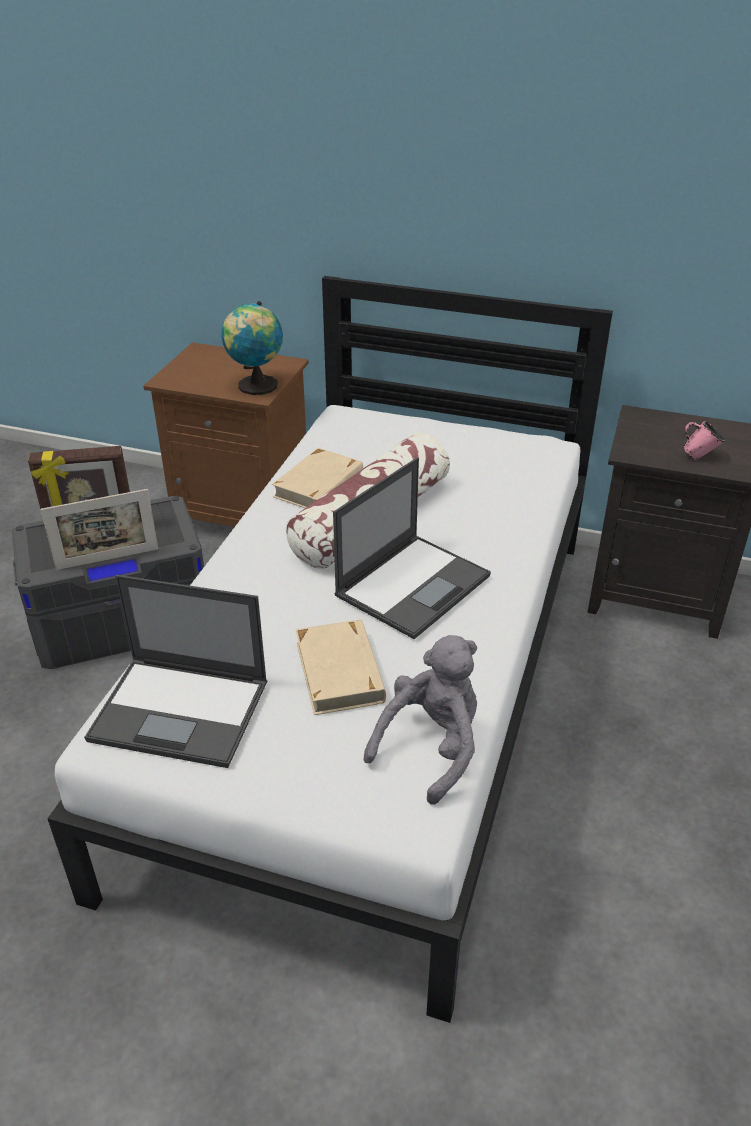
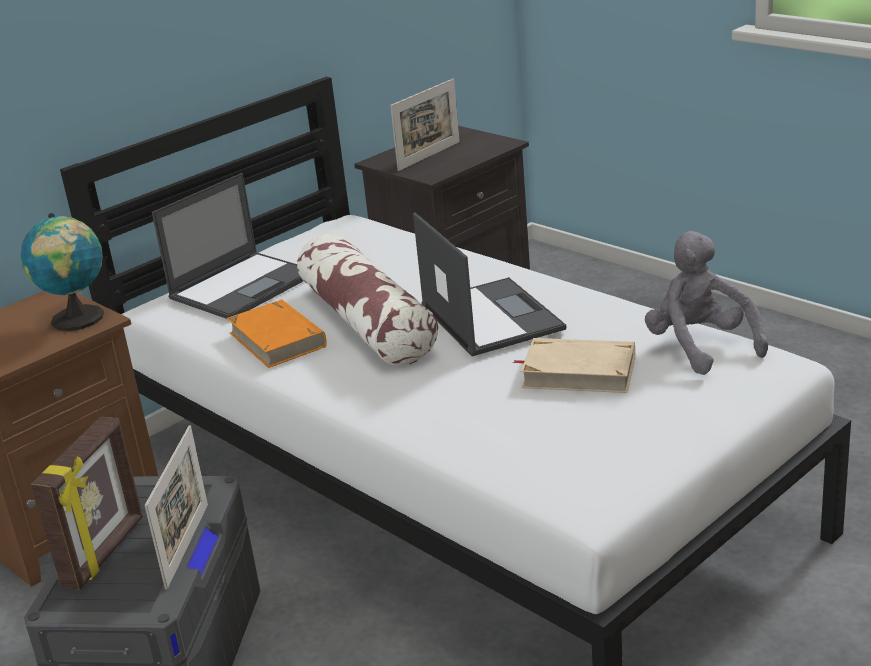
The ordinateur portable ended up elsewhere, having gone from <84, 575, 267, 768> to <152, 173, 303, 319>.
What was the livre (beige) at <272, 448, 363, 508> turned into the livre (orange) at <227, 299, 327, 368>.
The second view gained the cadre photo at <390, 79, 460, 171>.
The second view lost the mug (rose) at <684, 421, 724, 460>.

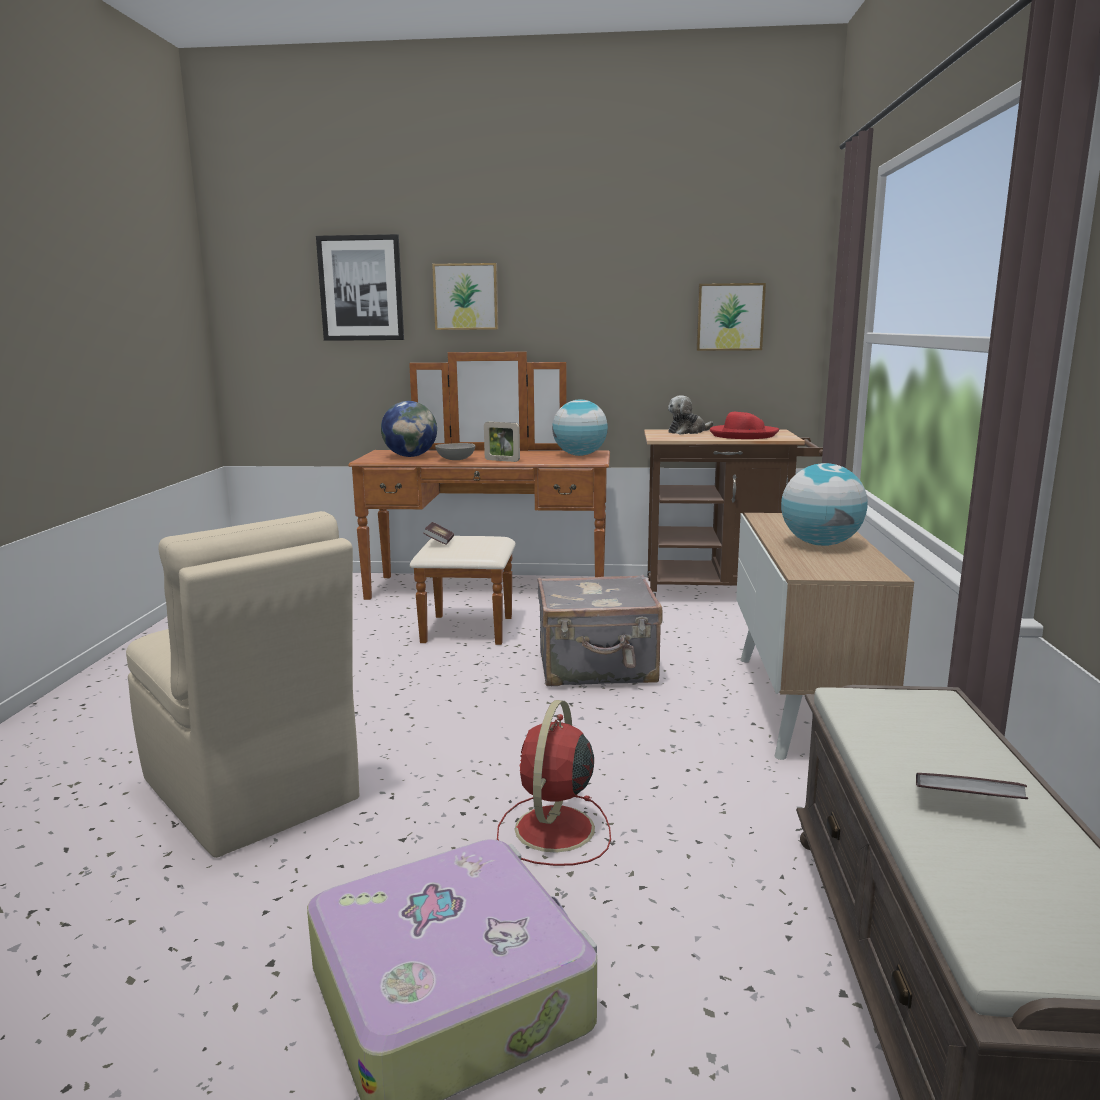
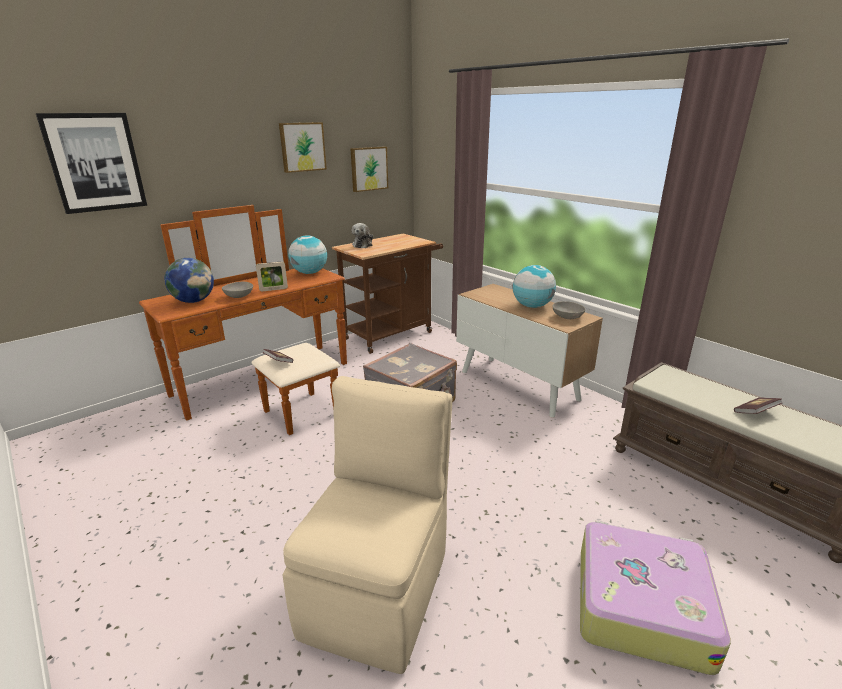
The tableau ended up elsewhere, having gone from <432, 263, 499, 330> to <279, 122, 327, 173>.
The chaise (beige) at <126, 511, 359, 858> ended up facing another way, 75 degrees counterclockwise from before.
The second view gained the bol (gris) at <552, 301, 585, 319>.
The second view lost the ventilateur (rouge) at <497, 700, 611, 866>.
The second view lost the chapeau (rouge) at <710, 412, 779, 439>.

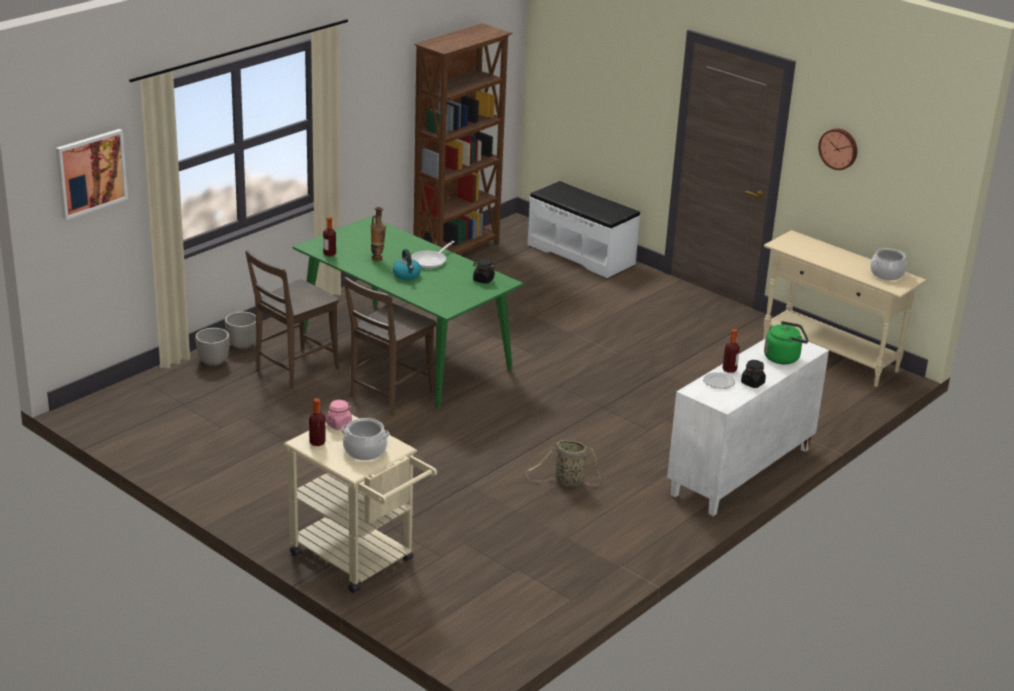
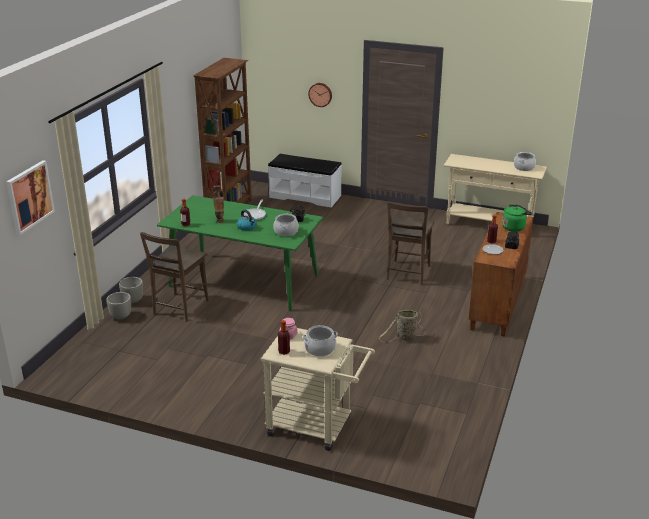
The second view gained the marmite at <273, 214, 299, 236>.
The horloge murale ended up elsewhere, having gone from <818, 128, 857, 170> to <308, 83, 332, 107>.
The chaise (marron) ended up elsewhere, having gone from <343, 277, 436, 416> to <387, 202, 434, 285>.
What was the meuble de rangement (blanc) at <667, 339, 829, 516> turned into the meuble de rangement (marron) at <469, 212, 534, 337>.

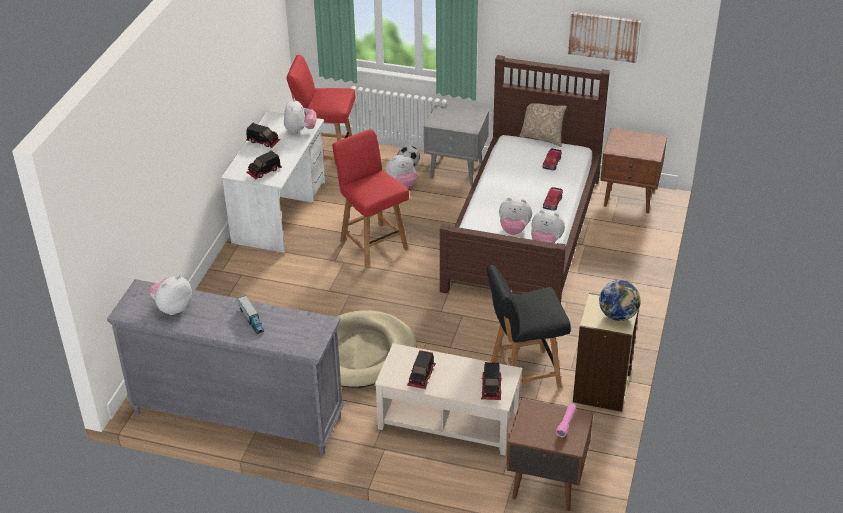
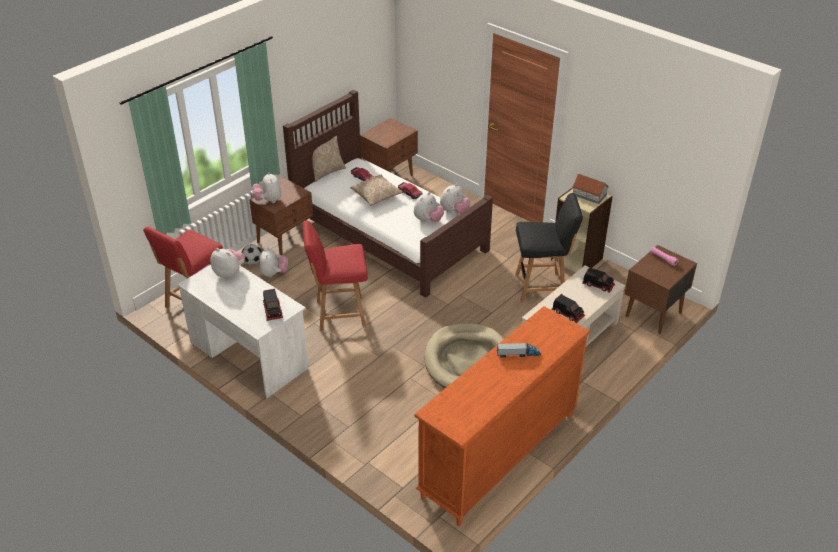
What was the table de chevet (gris) at <424, 103, 489, 185> turned into the table de chevet (marron) at <249, 177, 313, 256>.
The peluche ended up elsewhere, having gone from <149, 275, 192, 315> to <252, 172, 282, 203>.
The second view gained the coussin at <350, 175, 403, 206>.
What was the commode (gris) at <107, 279, 345, 455> turned into the commode (orange) at <414, 306, 590, 526>.
The chaise (noir) at <487, 265, 571, 388> ended up facing another way, 105 degrees counterclockwise from before.
Where the globe stood at <599, 280, 641, 321>, the maison miniature came to stand at <572, 174, 609, 204>.
The second view lost the camion jouet at <246, 123, 280, 148>.
The second view lost the tableau at <568, 12, 641, 63>.

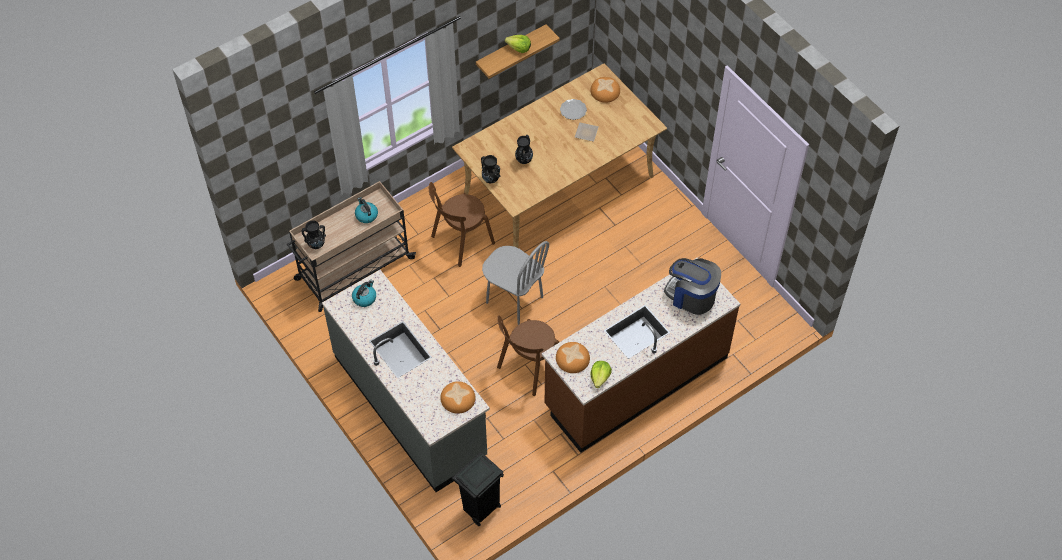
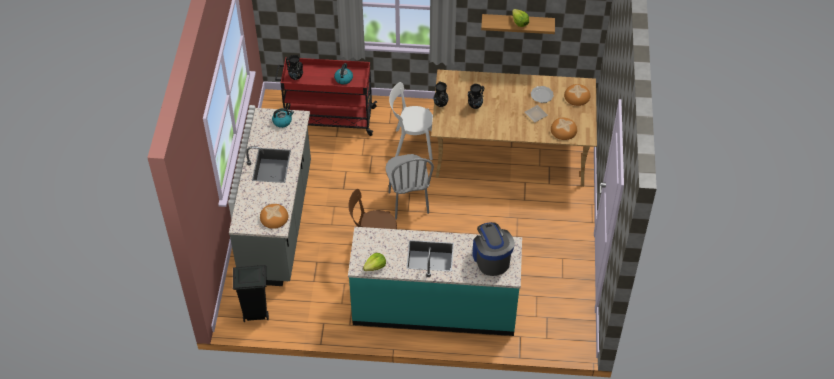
What was the chariot (beige) at <287, 181, 416, 312> turned into the chariot (rouge) at <275, 57, 377, 136>.
What was the comptoir de cuisine (marron) at <542, 258, 740, 453> turned into the comptoir de cuisine (turquoise) at <348, 227, 522, 336>.
What was the chaise (marron) at <429, 182, 495, 267> turned into the chaise (blanc) at <389, 82, 433, 160>.
The pain ended up elsewhere, having gone from <556, 342, 590, 373> to <551, 118, 577, 140>.

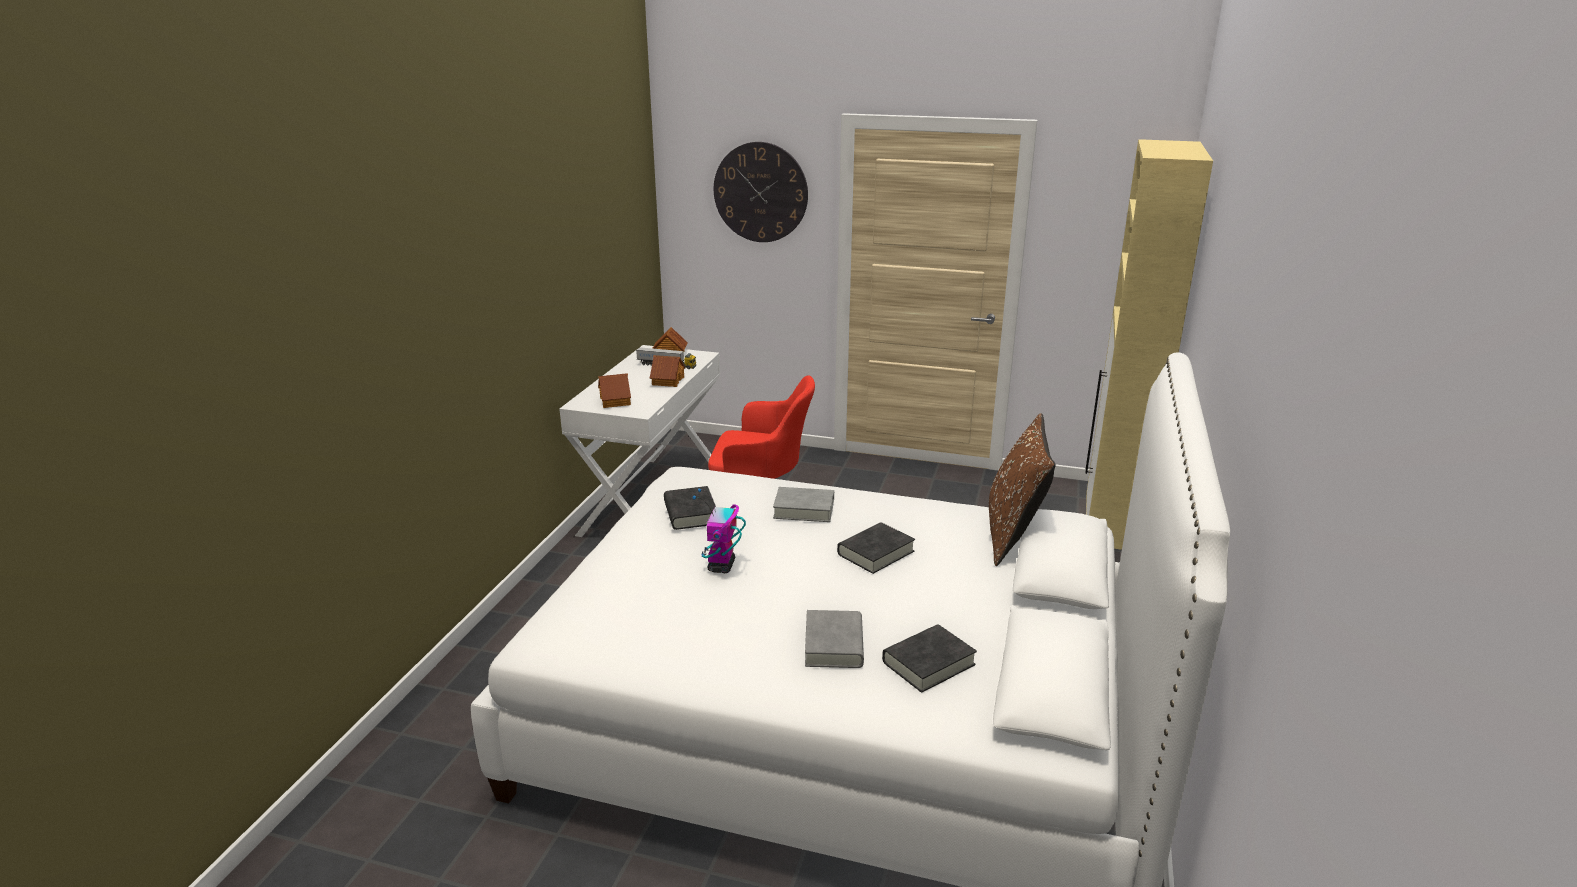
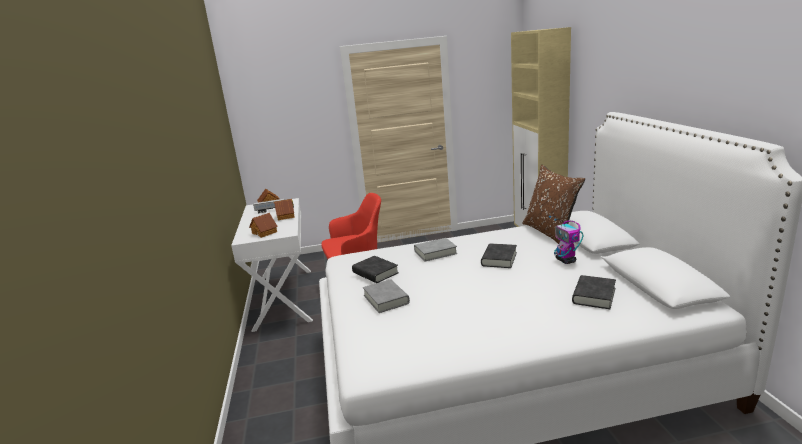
The livre (gris) ended up elsewhere, having gone from <805, 610, 864, 668> to <363, 279, 410, 313>.
The robot jouet ended up elsewhere, having gone from <692, 488, 746, 573> to <549, 216, 584, 264>.
The second view lost the horloge murale at <714, 142, 808, 242>.

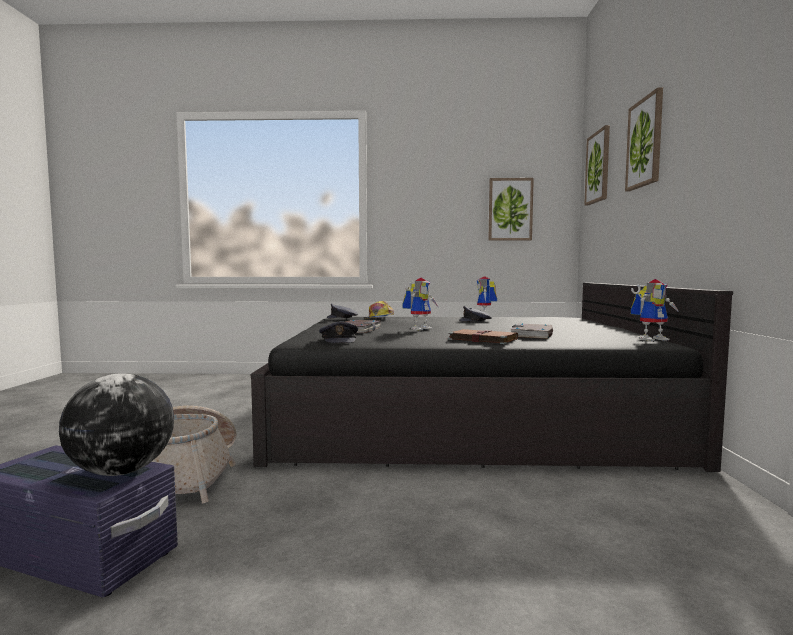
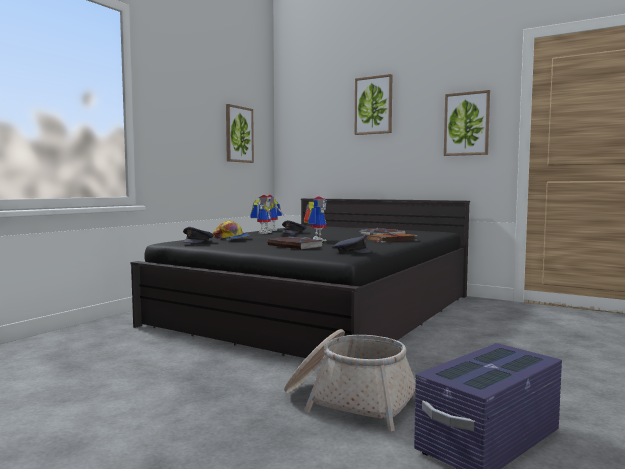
The robot jouet ended up elsewhere, having gone from <631, 279, 679, 341> to <250, 195, 272, 234>.
The tableau ended up elsewhere, having gone from <584, 125, 610, 206> to <444, 90, 490, 156>.
The second view lost the globe at <59, 373, 174, 476>.

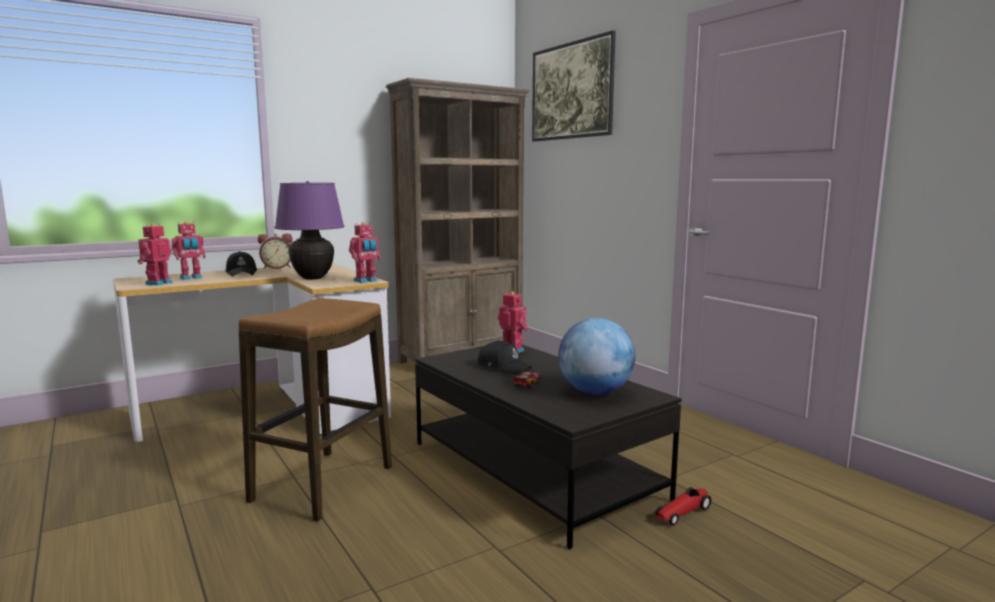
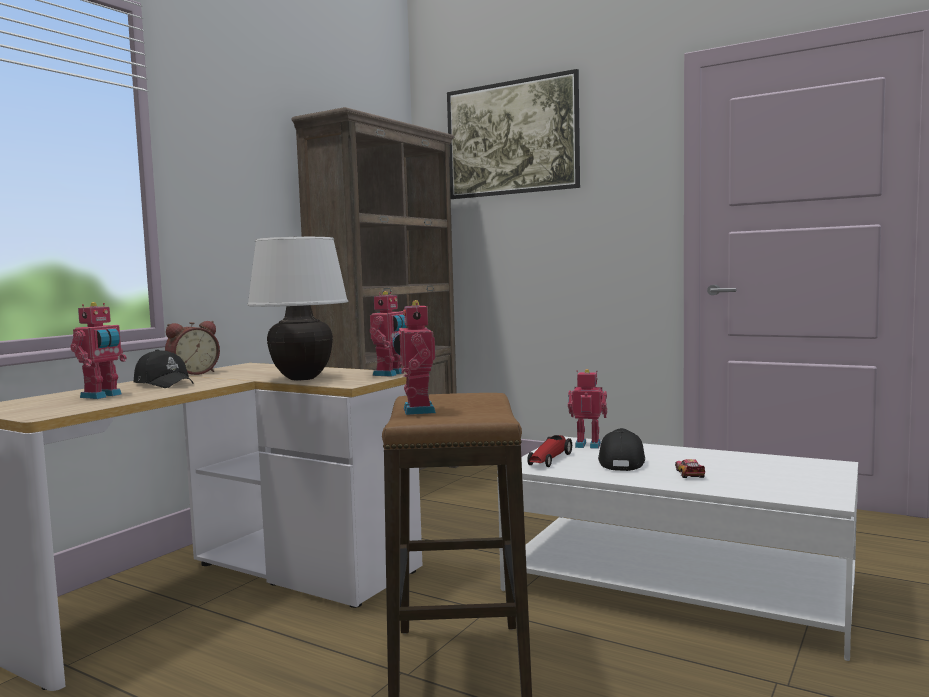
What was the lampe de table (violet) at <274, 181, 345, 280> turned into the lampe de table (blanc) at <247, 236, 348, 380>.
The robot jouet ended up elsewhere, having gone from <138, 223, 173, 285> to <392, 300, 436, 415>.
What was the table basse (noir) at <415, 345, 682, 549> turned into the table basse (blanc) at <497, 437, 858, 661>.
The petite voiture ended up elsewhere, having gone from <655, 487, 711, 526> to <527, 435, 572, 467>.
The casquette (noir) at <478, 340, 531, 374> ended up facing another way, 90 degrees counterclockwise from before.
The second view lost the globe at <558, 318, 635, 394>.

